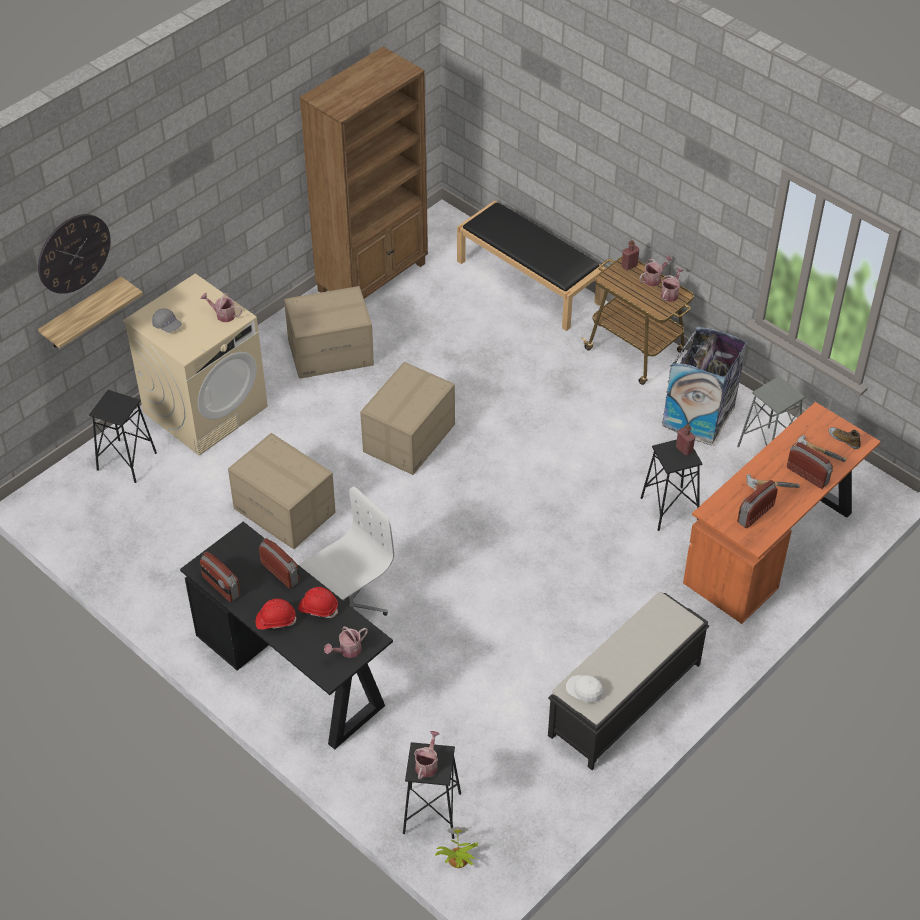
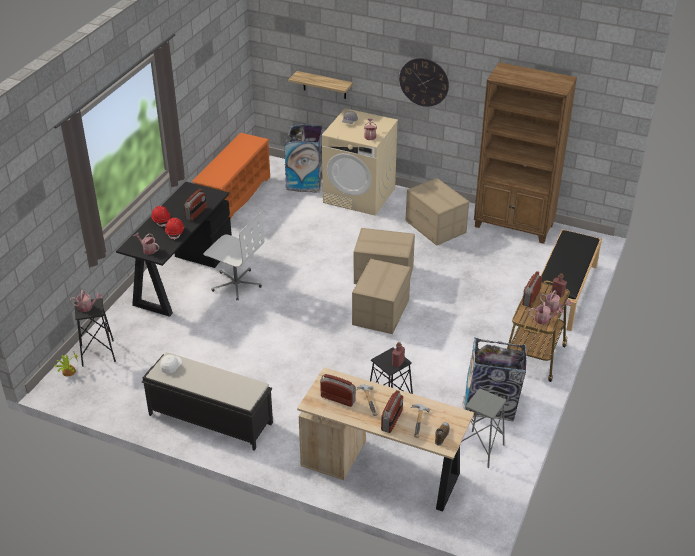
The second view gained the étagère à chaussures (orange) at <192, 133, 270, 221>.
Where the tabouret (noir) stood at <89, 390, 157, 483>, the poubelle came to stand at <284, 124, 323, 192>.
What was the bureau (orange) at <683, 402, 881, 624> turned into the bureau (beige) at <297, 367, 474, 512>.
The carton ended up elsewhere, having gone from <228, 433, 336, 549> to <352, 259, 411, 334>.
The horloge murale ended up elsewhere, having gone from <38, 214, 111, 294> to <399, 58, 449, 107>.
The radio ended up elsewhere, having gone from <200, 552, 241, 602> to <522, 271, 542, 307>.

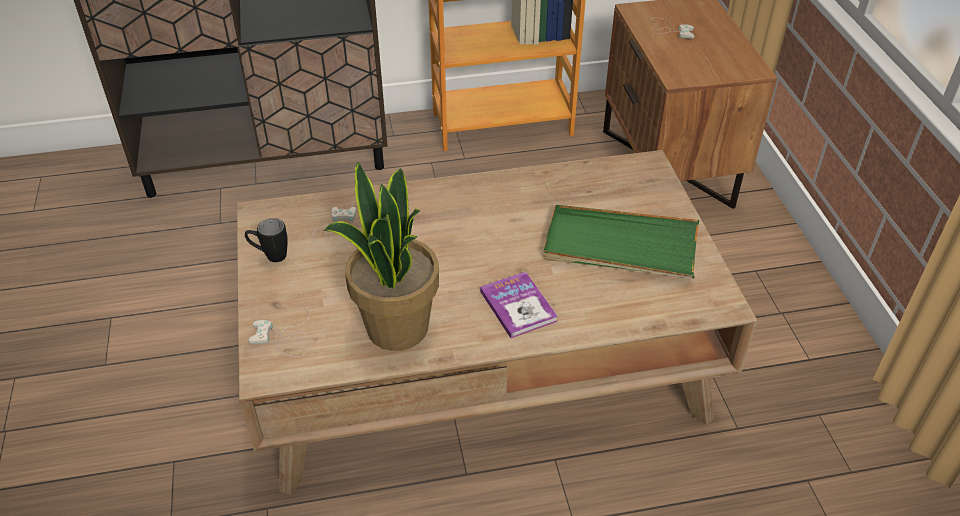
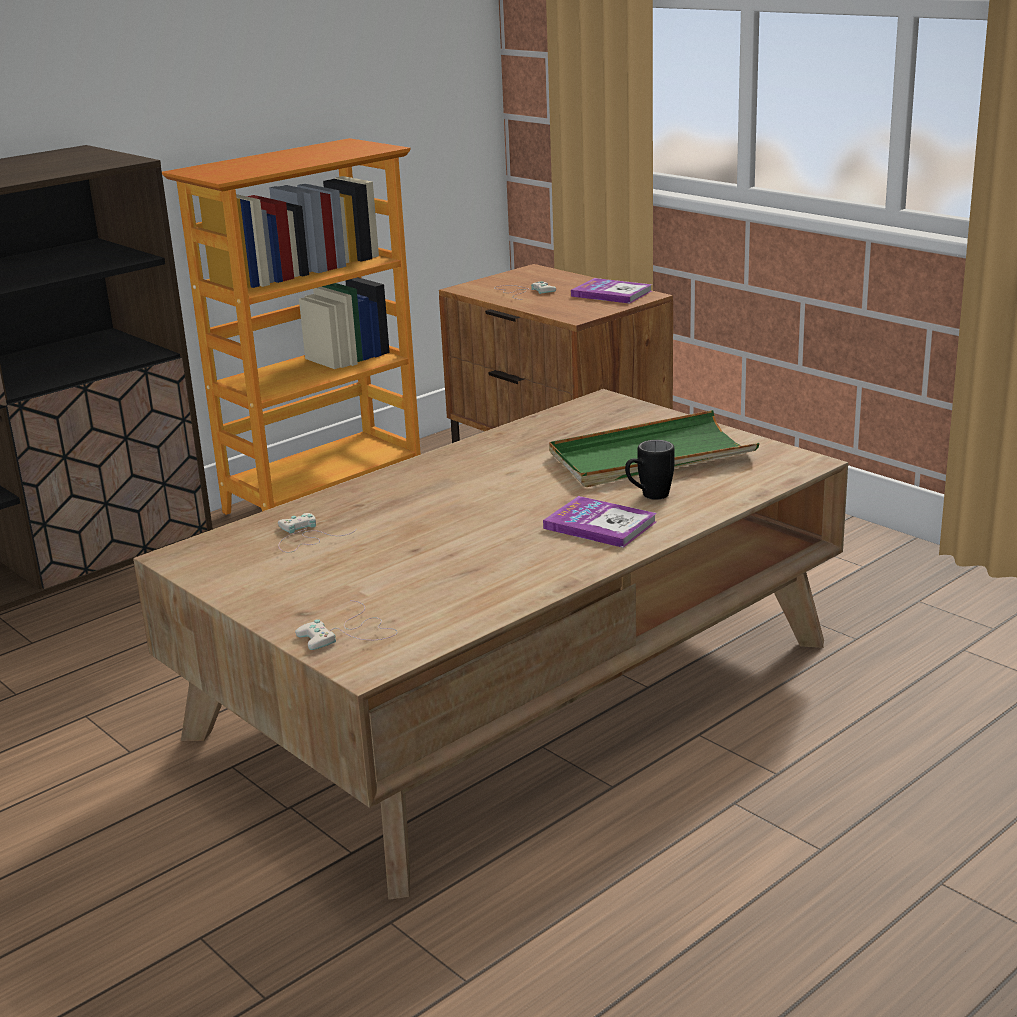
The second view gained the livre at <571, 278, 652, 304>.
The mug (noir) ended up elsewhere, having gone from <245, 218, 288, 262> to <625, 440, 675, 500>.
The second view lost the plante en pot at <323, 162, 439, 351>.

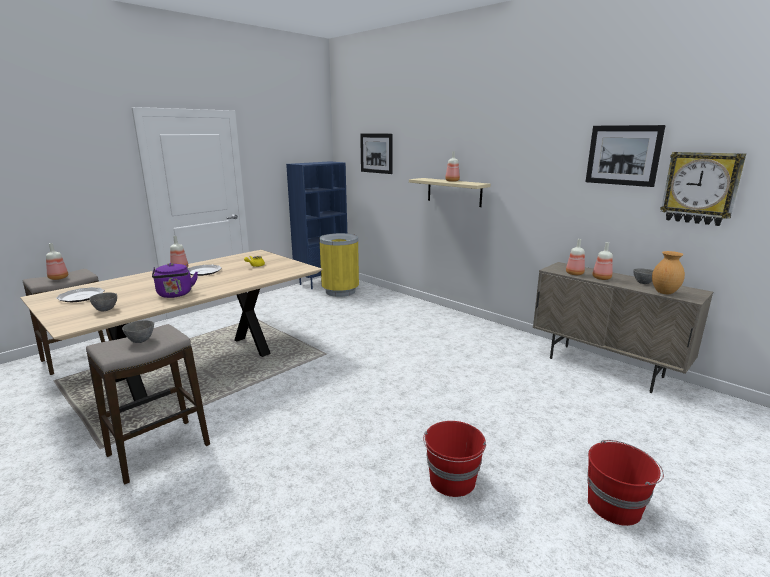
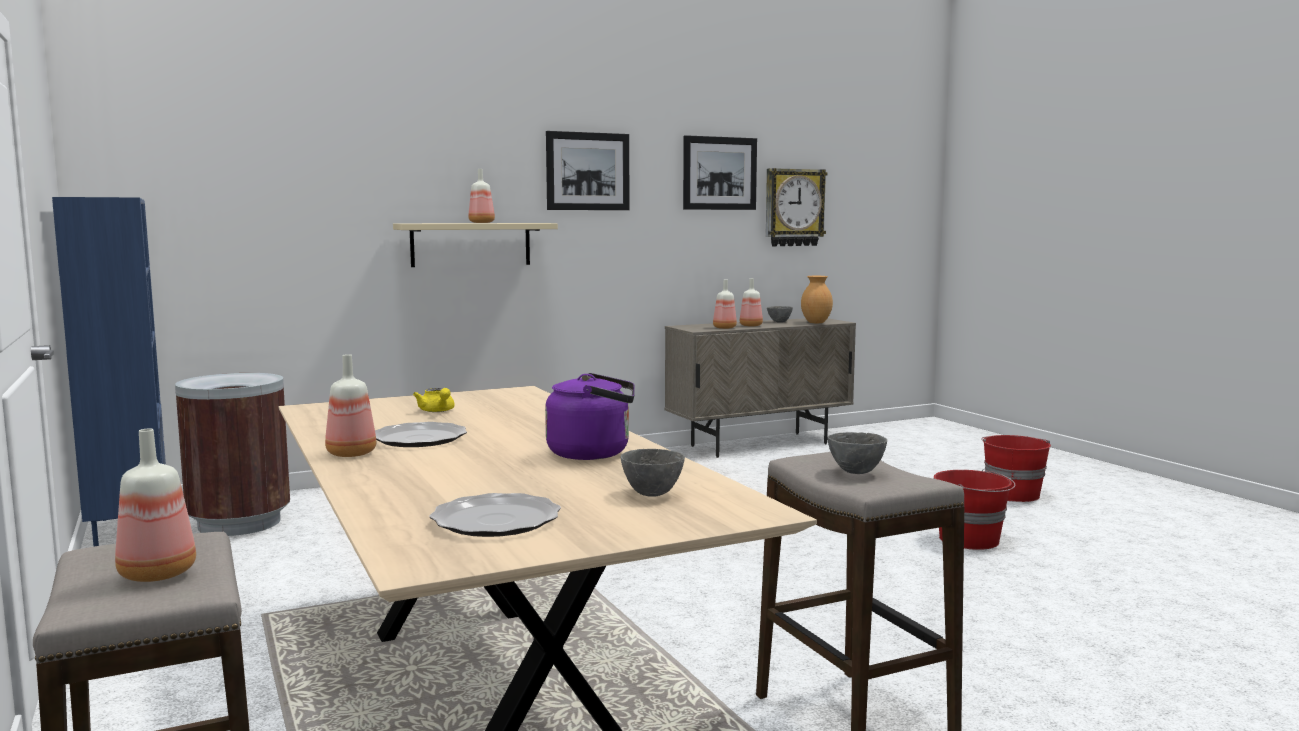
What was the poubelle (jaune) at <319, 233, 359, 297> turned into the poubelle (marron) at <175, 373, 290, 536>.
The tableau ended up elsewhere, having gone from <360, 134, 393, 174> to <546, 131, 629, 210>.

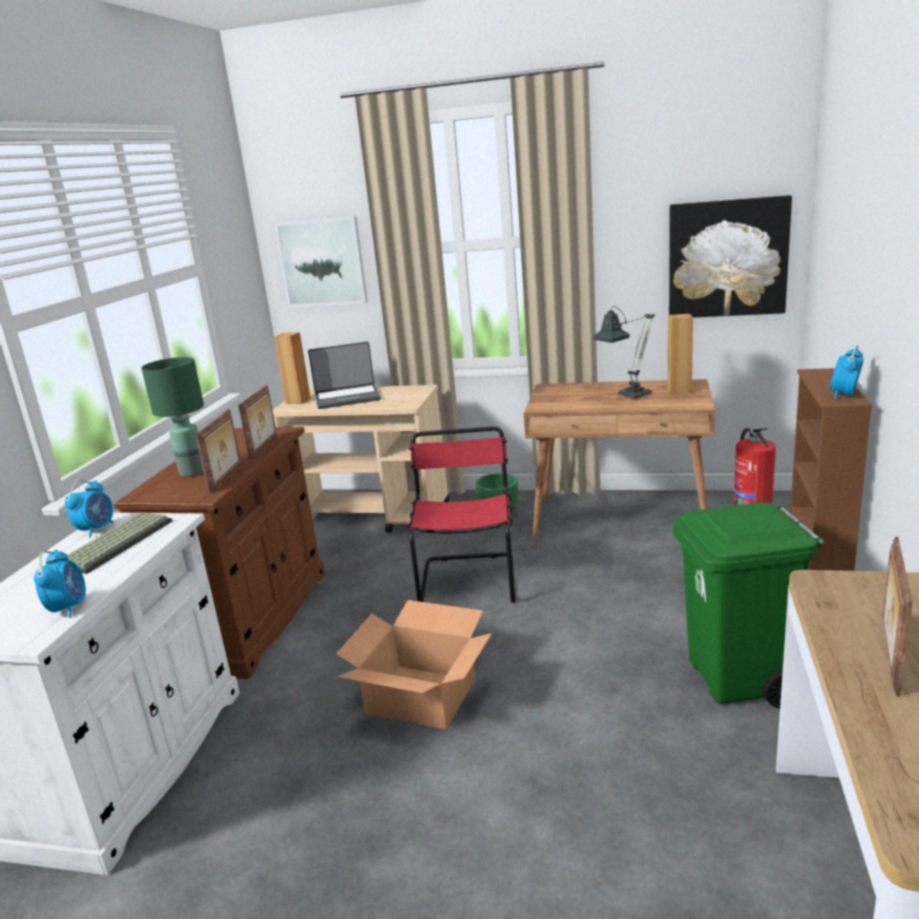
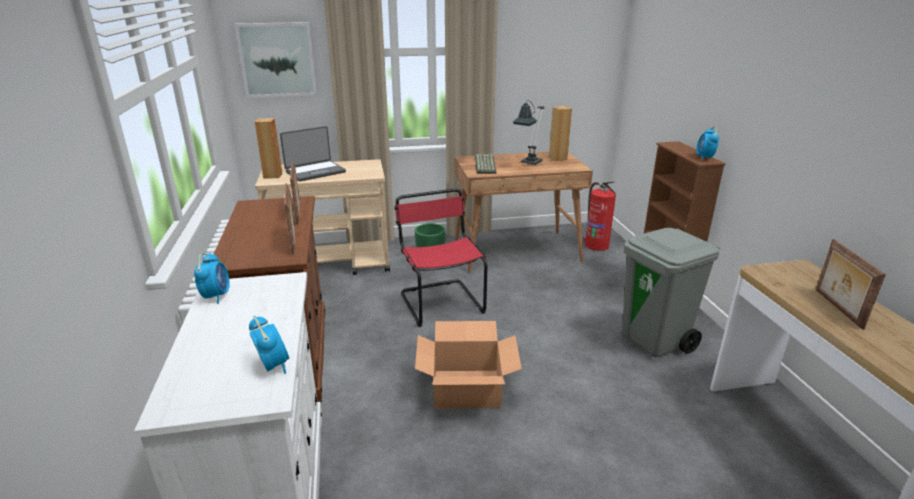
The clavier ended up elsewhere, having gone from <67, 512, 172, 574> to <475, 154, 496, 174>.
What was the poubelle (vert) at <673, 502, 824, 708> turned into the poubelle (gris) at <622, 228, 720, 357>.
The second view lost the lampe de table (vert) at <141, 357, 204, 477>.
The second view lost the tableau at <669, 195, 792, 318>.

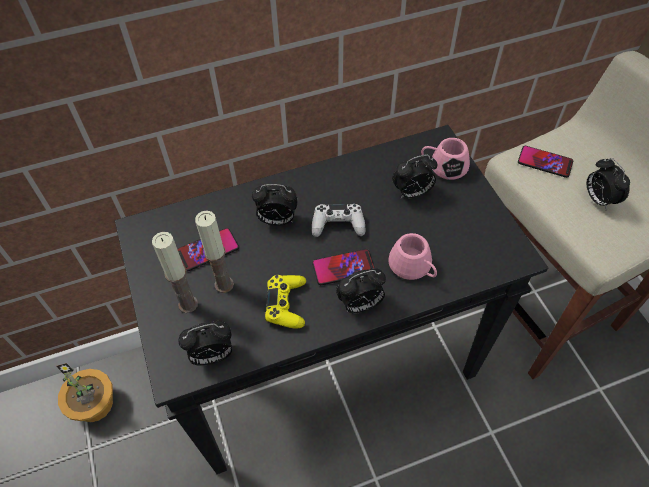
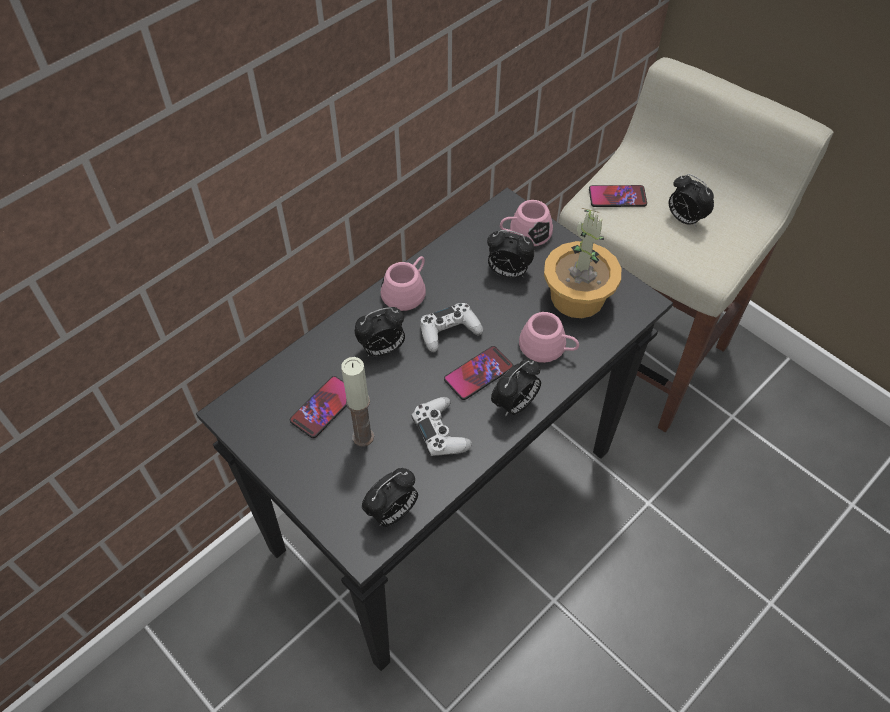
The second view gained the mug (rose) at <381, 256, 426, 311>.
What was the manette (jaune) at <265, 275, 306, 328> turned into the manette (blanc) at <411, 397, 472, 456>.
The réveil at <392, 155, 437, 199> ended up facing another way, 60 degrees clockwise from before.
The plante en pot ended up elsewhere, having gone from <56, 363, 113, 422> to <544, 208, 621, 318>.
The second view lost the bougie at <152, 232, 198, 313>.

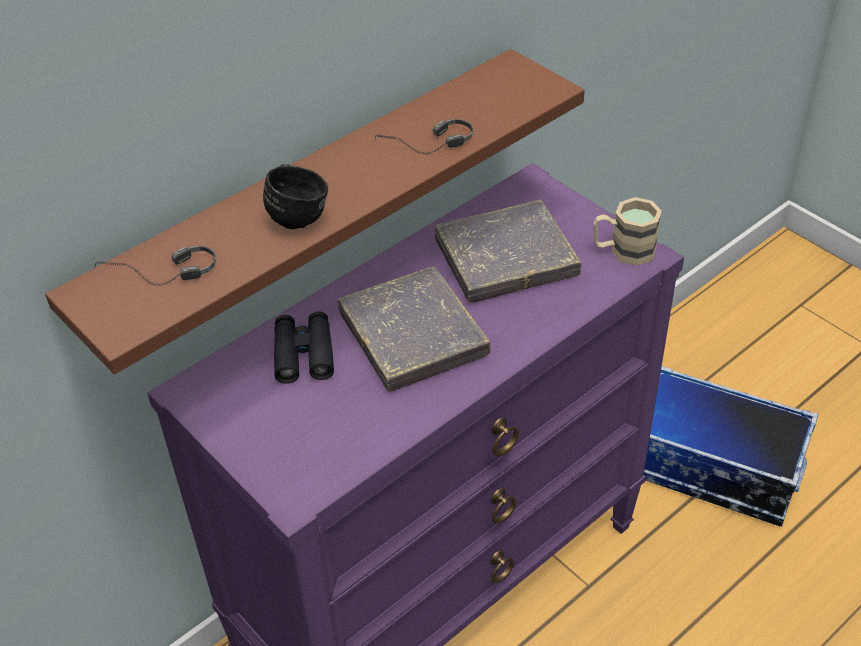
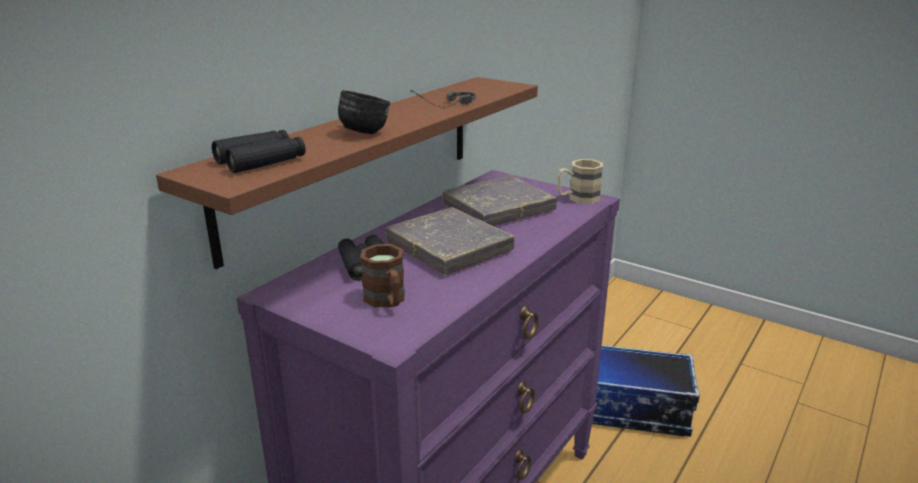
Where the casque audio stood at <94, 246, 217, 286>, the jumelles (noir) came to stand at <212, 130, 305, 173>.
The second view gained the mug (marron) at <360, 244, 405, 307>.

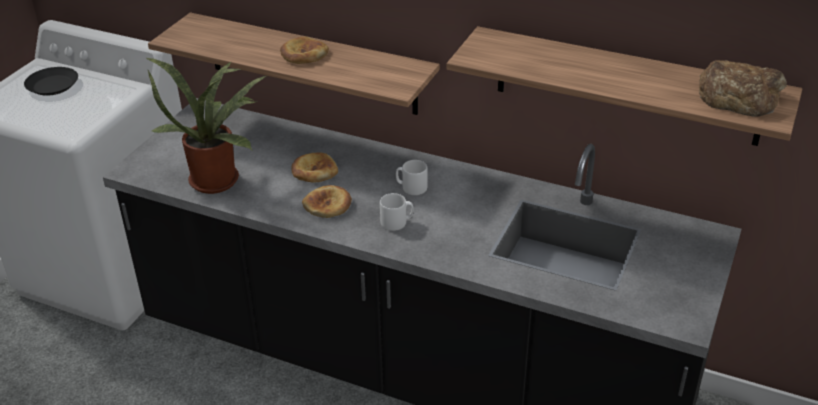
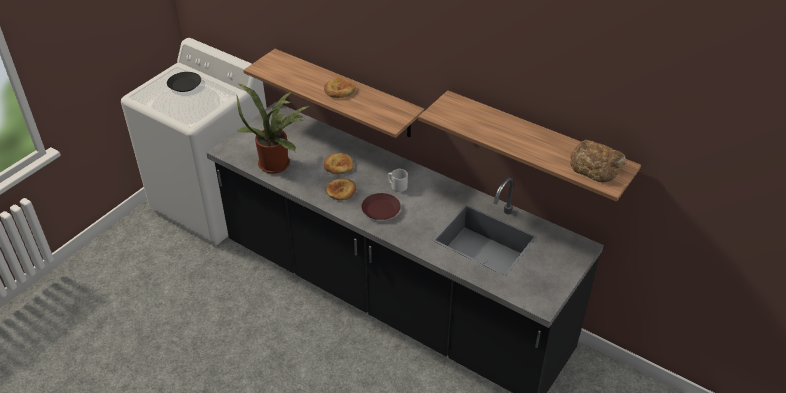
Where the mug (gris) stood at <380, 193, 413, 231>, the assiette (marron) came to stand at <361, 193, 401, 220>.

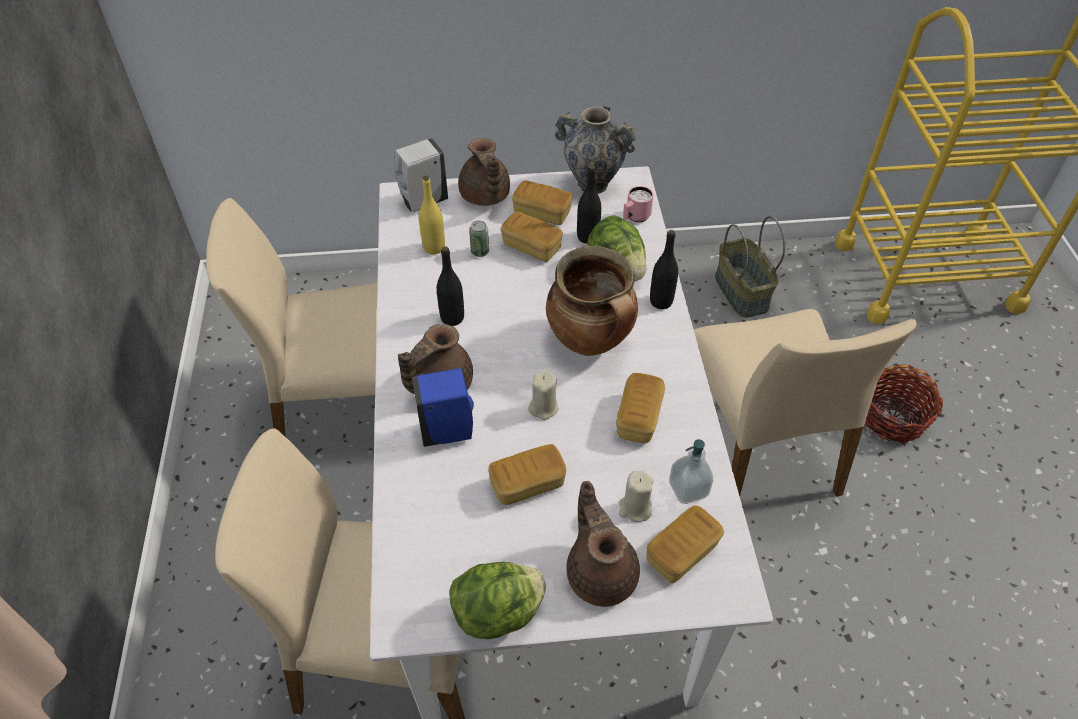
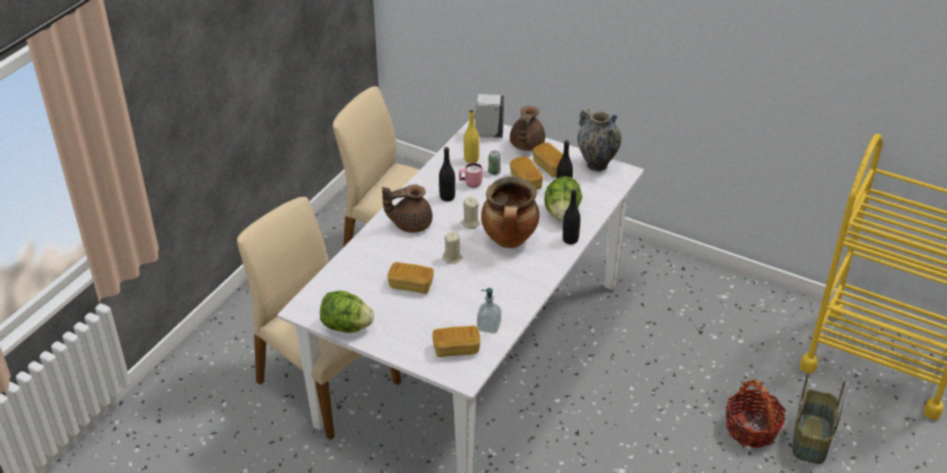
The mug (rose) ended up elsewhere, having gone from <623, 186, 653, 222> to <459, 163, 482, 188>.
The bougie (beige) ended up elsewhere, having gone from <619, 471, 654, 522> to <461, 197, 480, 229>.
The panier ended up elsewhere, having gone from <715, 216, 786, 318> to <792, 373, 847, 464>.
The second view lost the distributeur de savon (bleu) at <412, 368, 474, 447>.
The second view lost the théière (marron) at <566, 481, 640, 607>.
The second view lost the pain at <616, 373, 665, 443>.
The second view lost the chaise (beige) at <694, 309, 917, 497>.

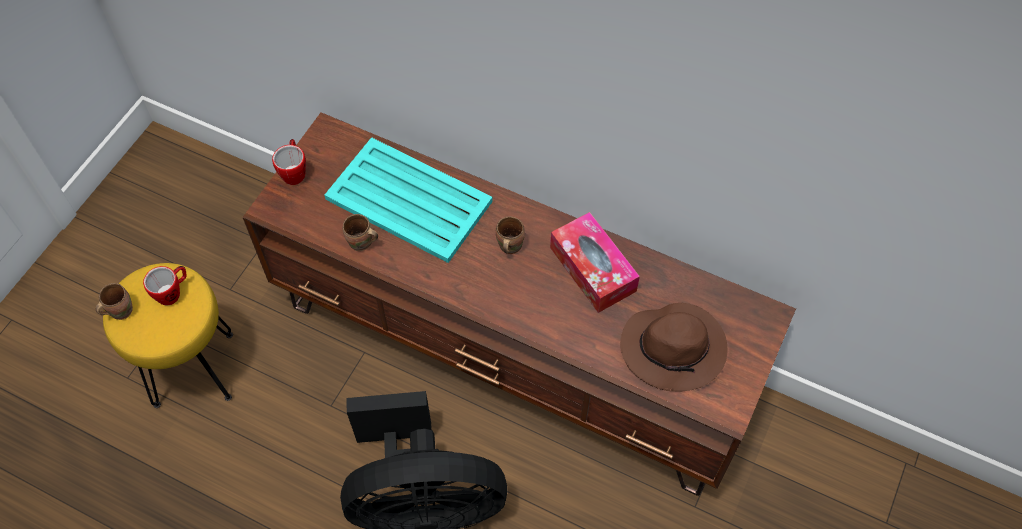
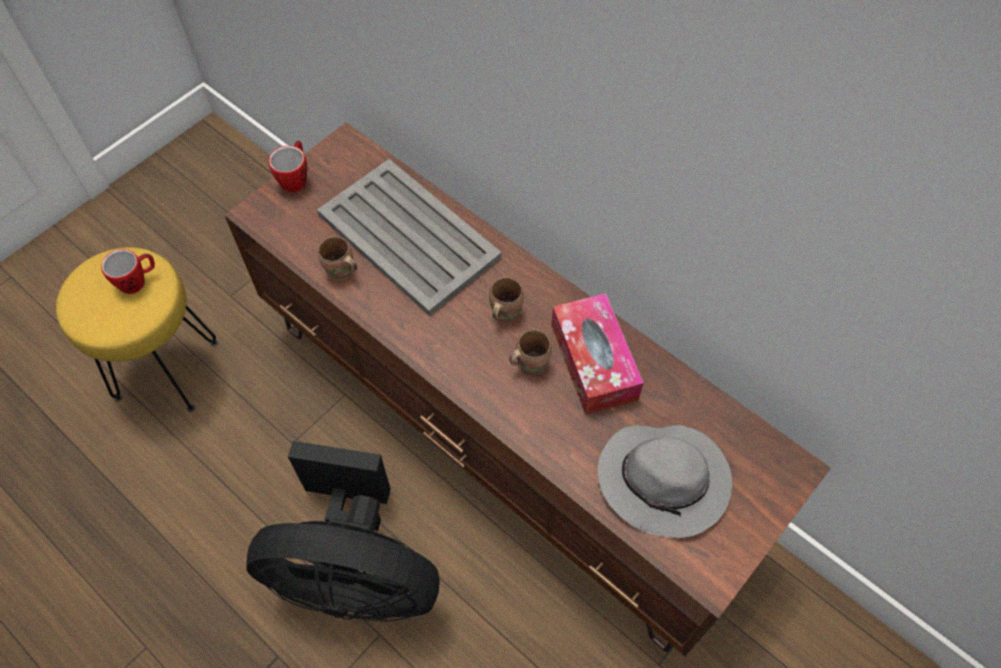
What was the plateau (turquoise) at <324, 137, 493, 263> turned into the plateau (gris) at <317, 159, 502, 316>.
The mug (marron) ended up elsewhere, having gone from <96, 283, 133, 320> to <509, 329, 552, 376>.
What was the chapeau (marron) at <620, 303, 727, 392> turned into the chapeau (gris) at <598, 425, 732, 538>.

